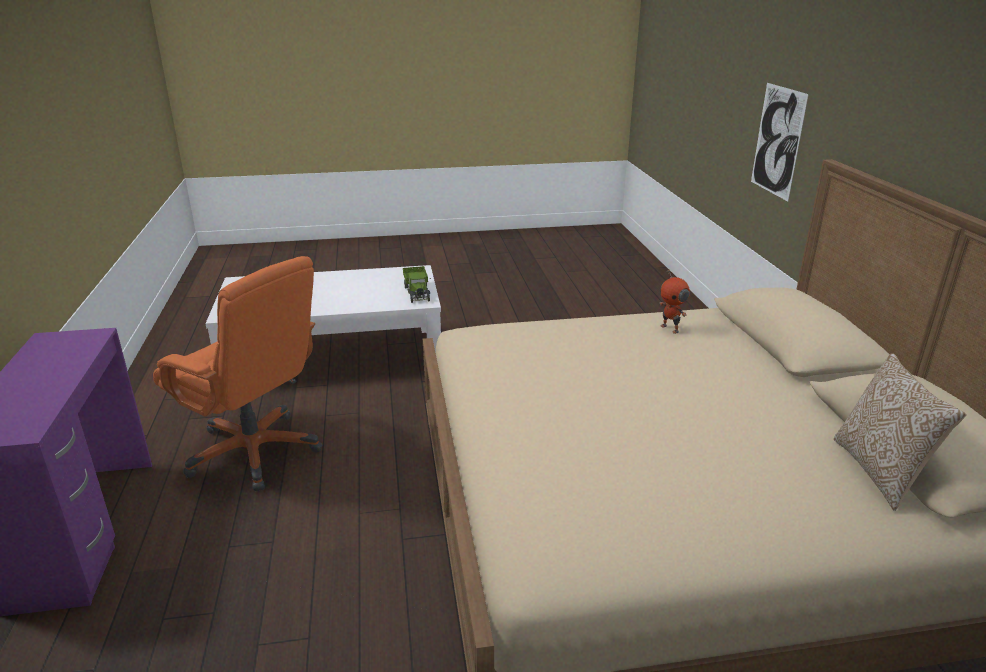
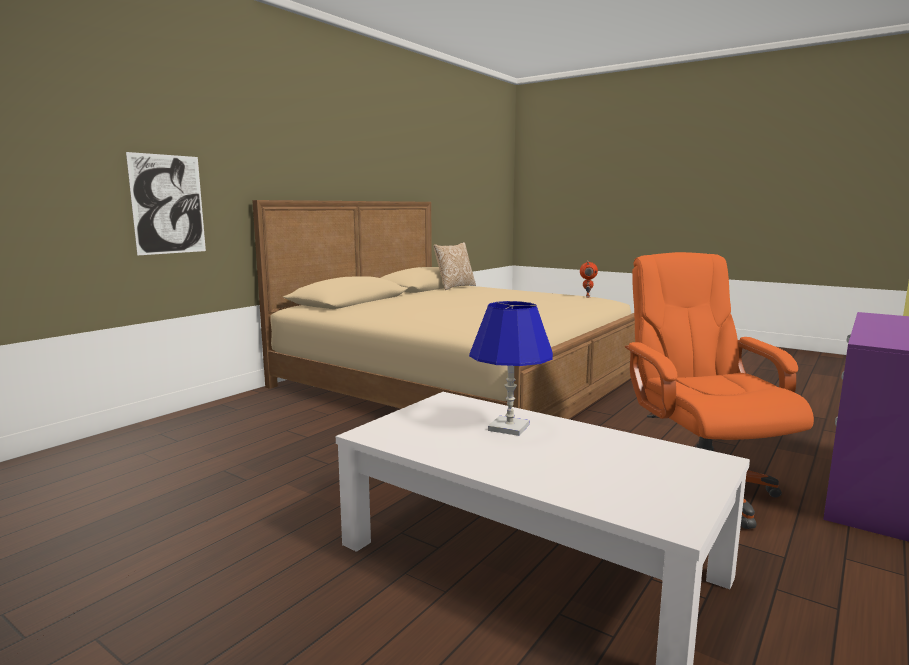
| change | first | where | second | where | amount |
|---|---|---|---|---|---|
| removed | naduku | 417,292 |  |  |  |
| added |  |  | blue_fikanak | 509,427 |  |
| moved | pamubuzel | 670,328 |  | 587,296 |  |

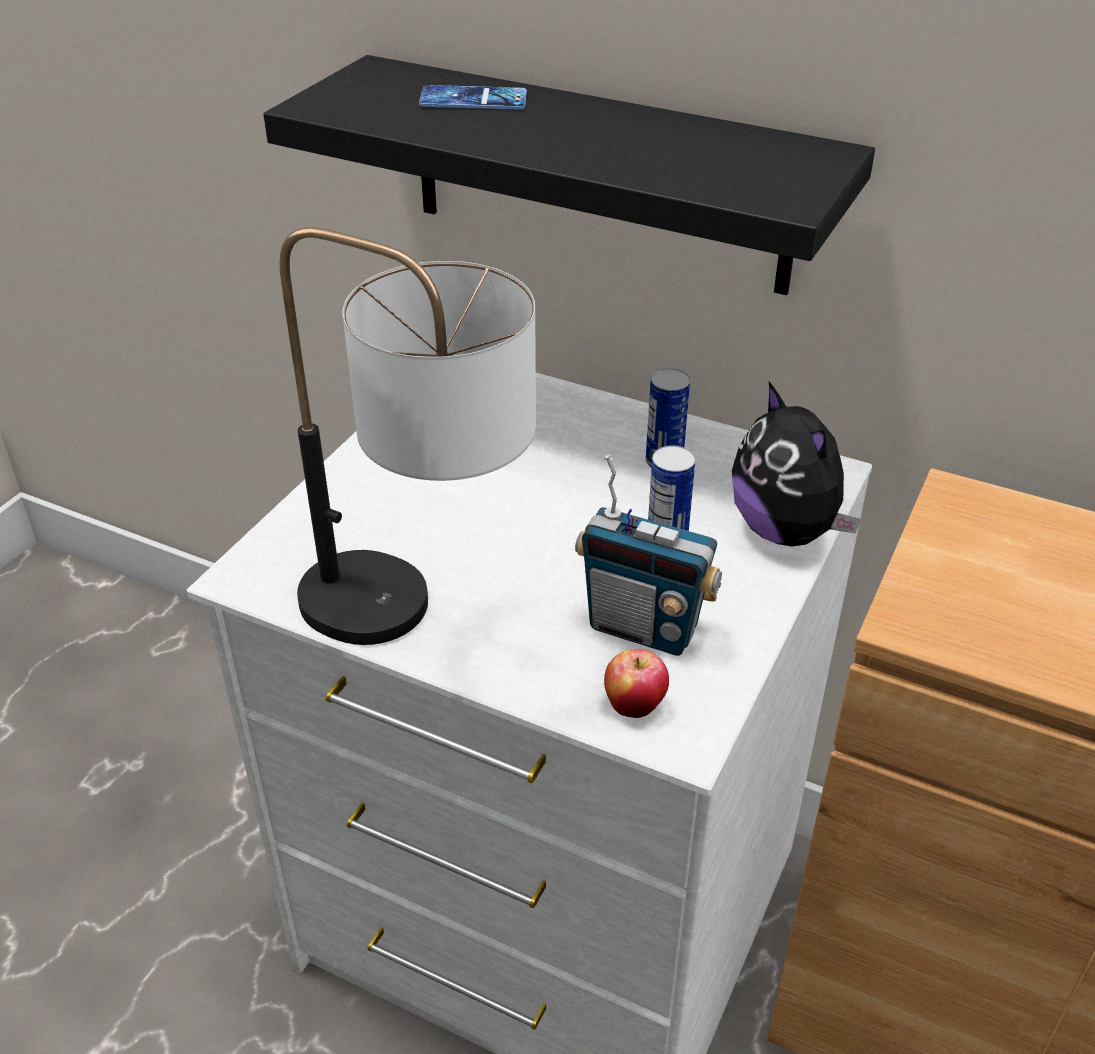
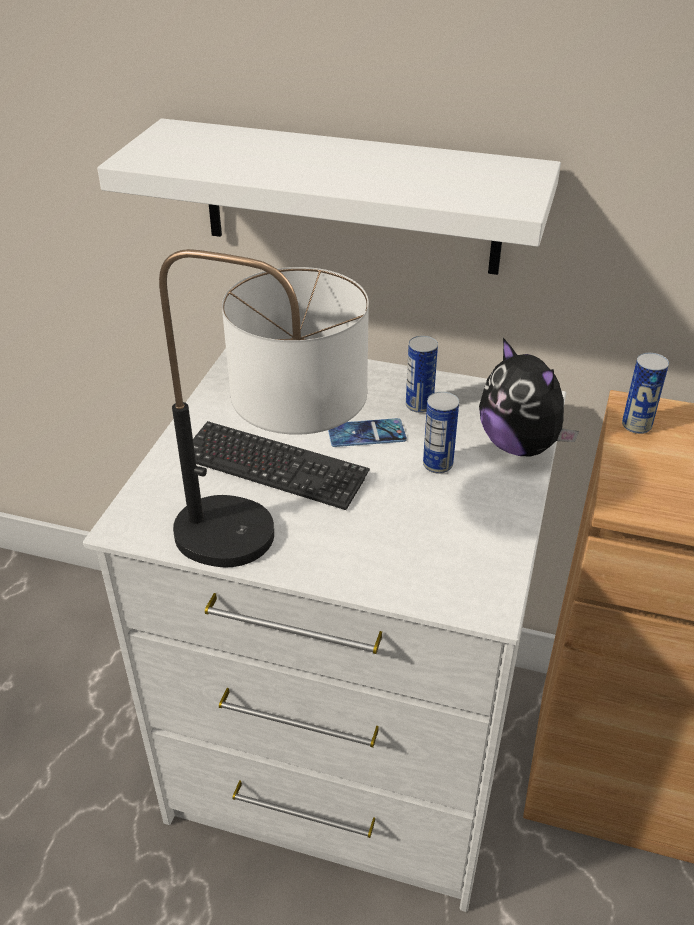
| change | first | where | second | where | amount |
|---|---|---|---|---|---|
| removed | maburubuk | 643,628 |  |  |  |
| removed | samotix | 634,705 |  |  |  |
| added |  |  | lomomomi | 273,468 |  |
| added |  |  | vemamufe | 636,425 |  |
| moved | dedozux | 473,99 |  | 366,433 |  |
| recoloured | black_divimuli | 599,176 | white_divimuli | 350,198 |  |

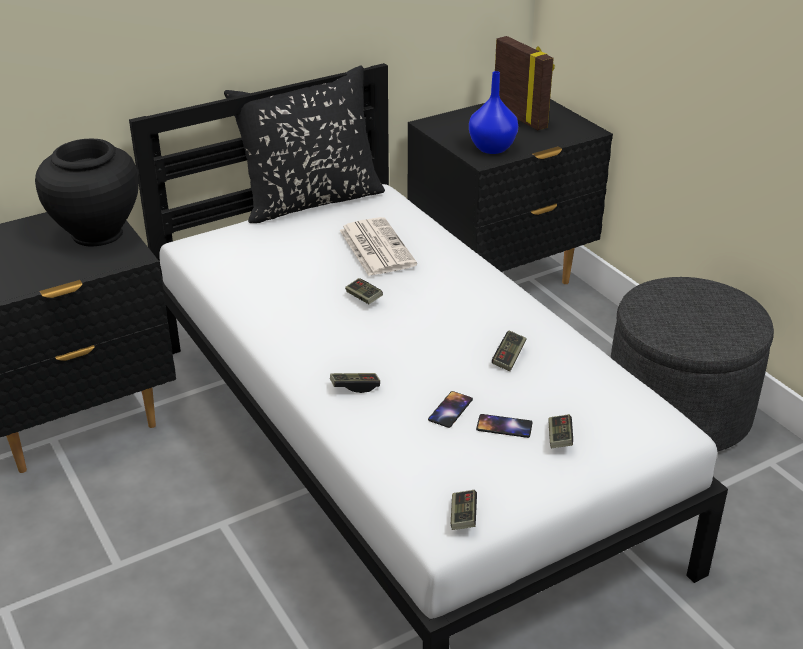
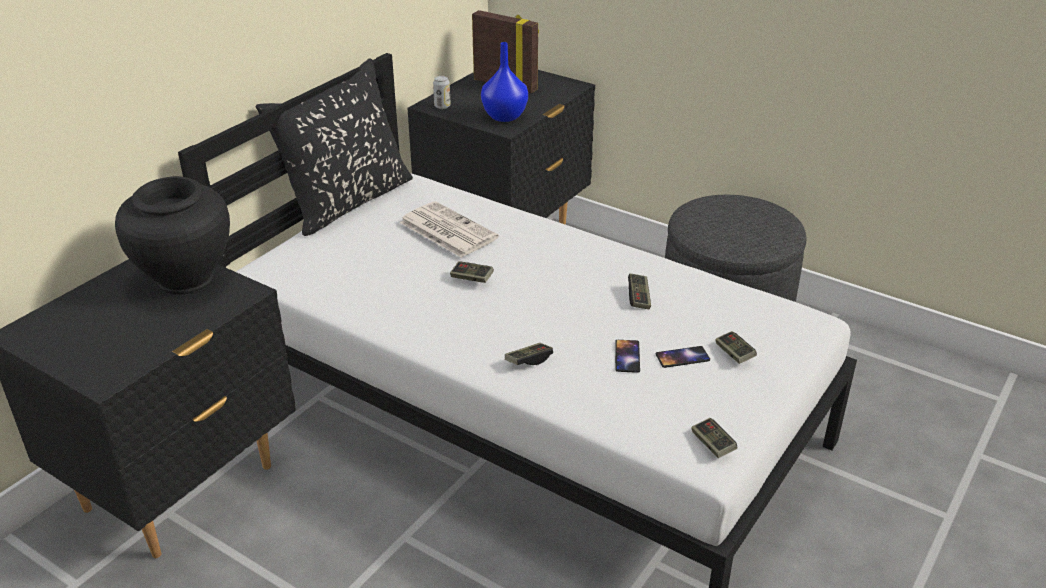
| change | first | where | second | where | amount |
|---|---|---|---|---|---|
| added |  |  | vemamufe | 442,106 |  |

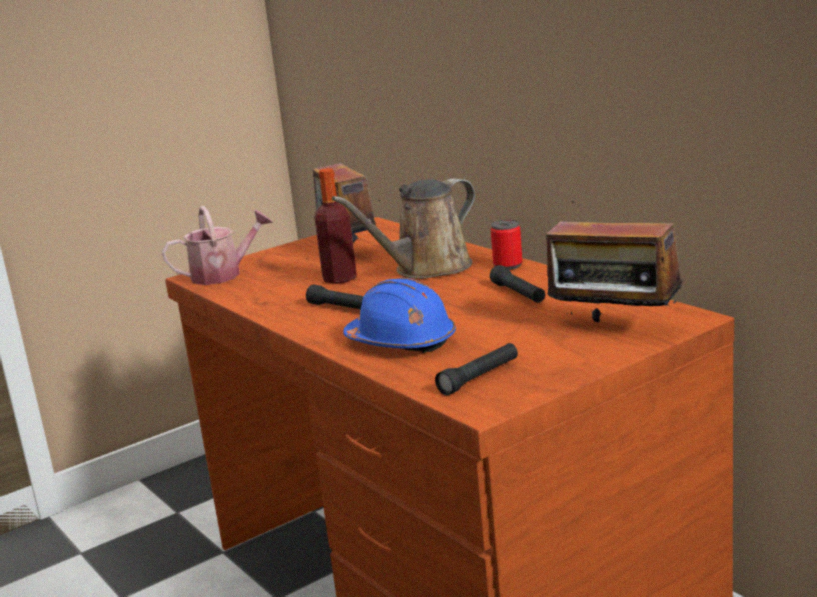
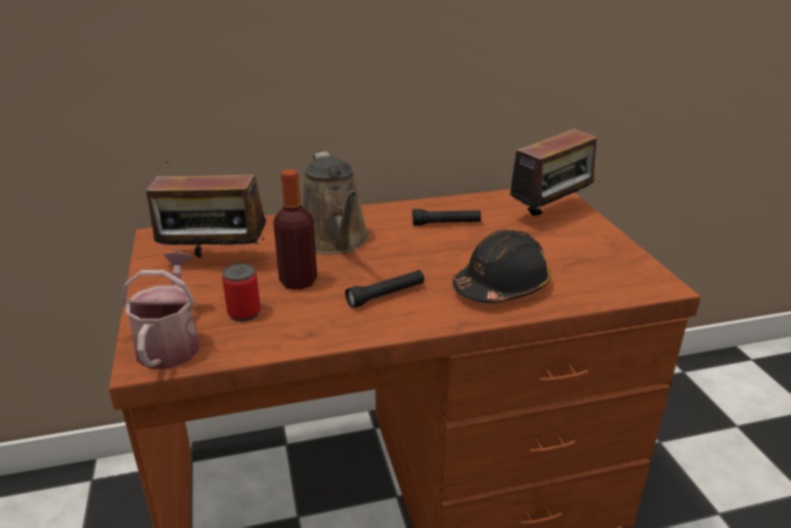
| change | first | where | second | where | amount |
|---|---|---|---|---|---|
| removed | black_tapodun | 479,378 |  |  |  |
| moved | vemamufe | 508,265 |  | 244,313 |  |
| recoloured | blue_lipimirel | 401,342 | black_lipimirel | 502,287 |  |

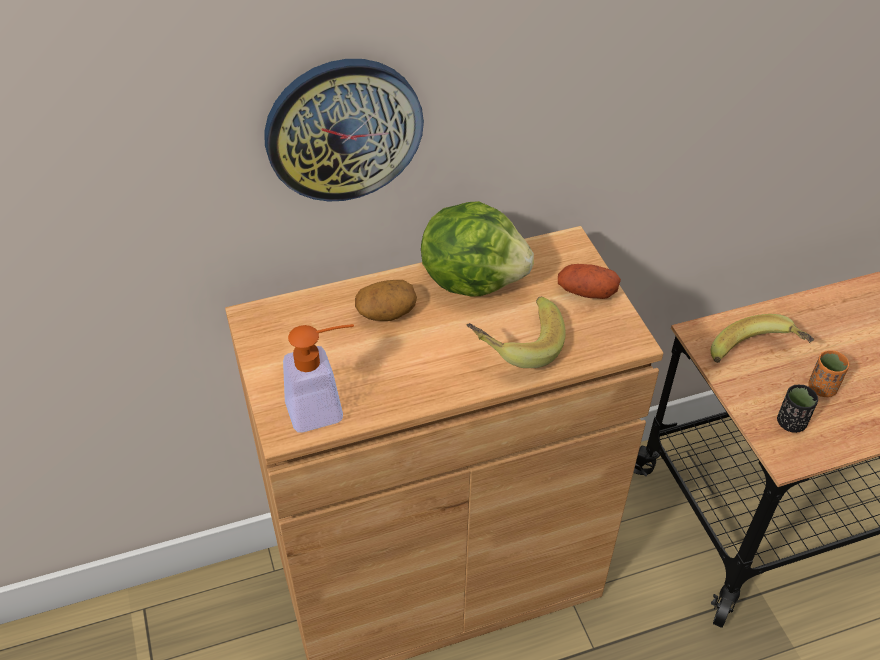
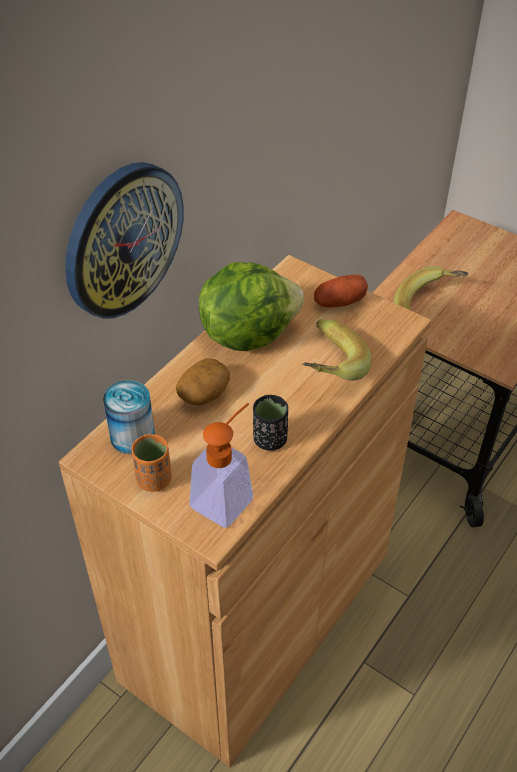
| change | first | where | second | where | amount |
|---|---|---|---|---|---|
| added |  |  | vemamufe | 132,436 |  |
| moved | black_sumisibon | 791,422 |  | 270,439 |  |
| moved | orange_sumisibon | 822,388 |  | 154,480 |  |

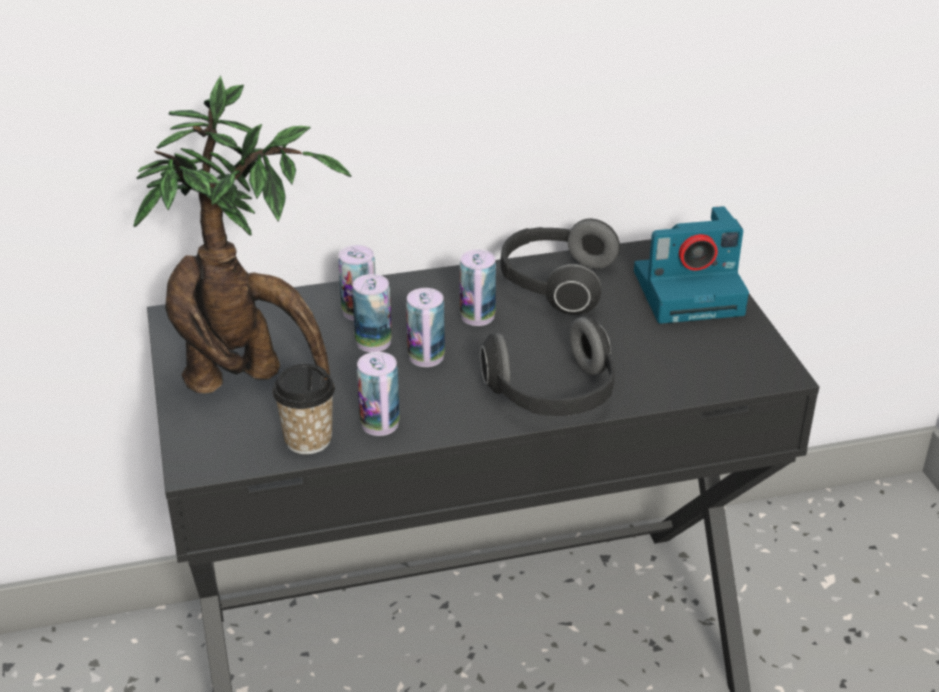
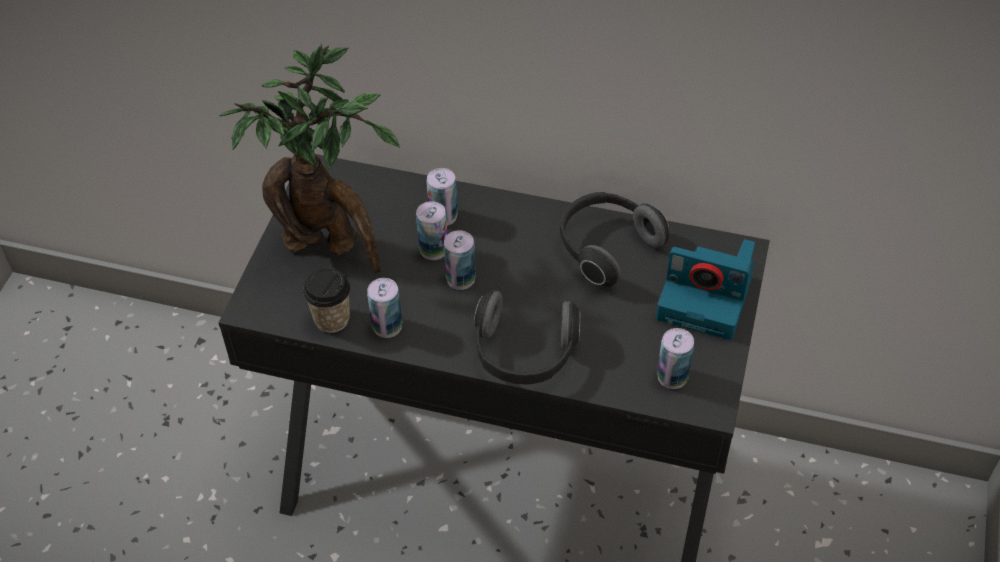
| change | first | where | second | where | amount |
|---|---|---|---|---|---|
| moved | vemamufe | 477,316 |  | 672,377 |  |

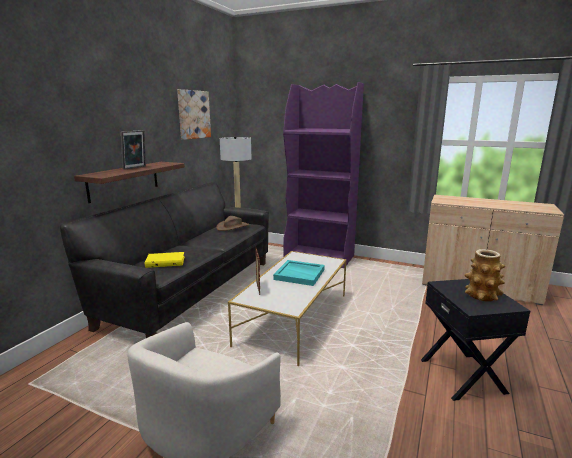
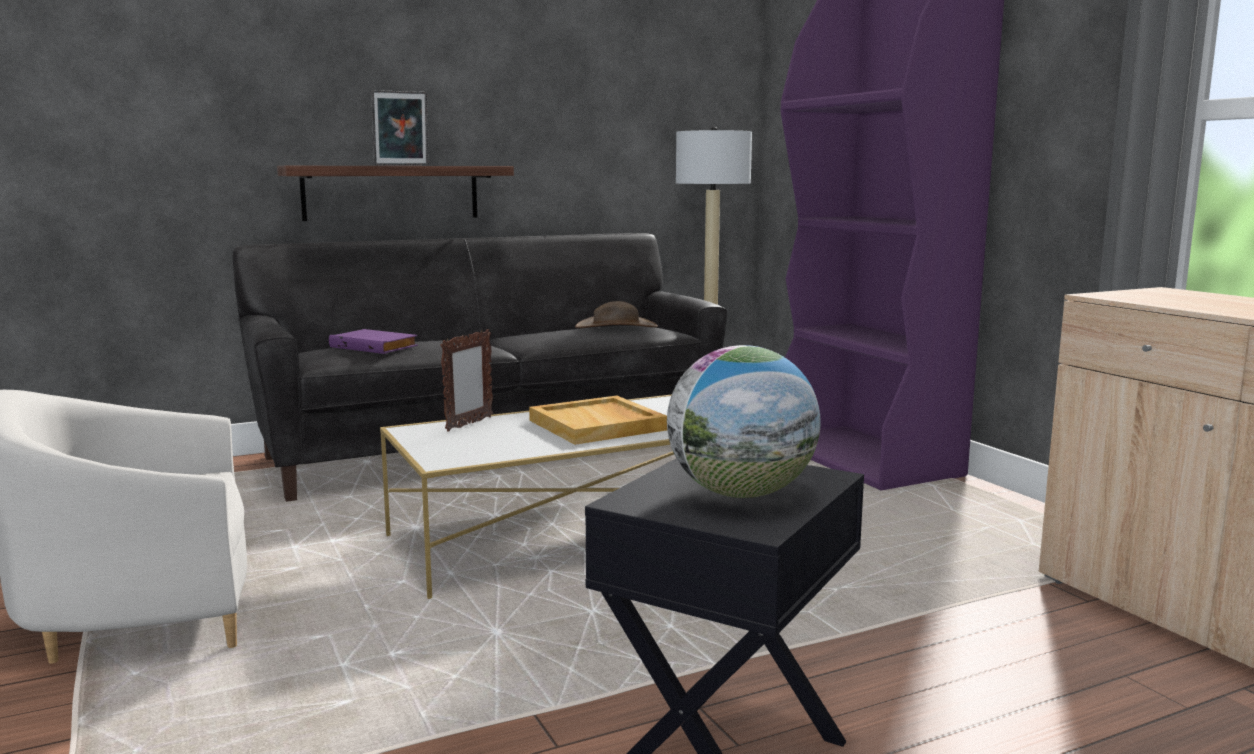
| change | first | where | second | where | amount |
|---|---|---|---|---|---|
| removed | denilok | 193,114 |  |  |  |
| replaced | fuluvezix | 481,295 | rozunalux | 741,494 |  |
| recoloured | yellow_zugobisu | 166,261 | purple_zugobisu | 375,346 |  |
| recoloured | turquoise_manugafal | 300,274 | beige_manugafal | 598,425 |  |

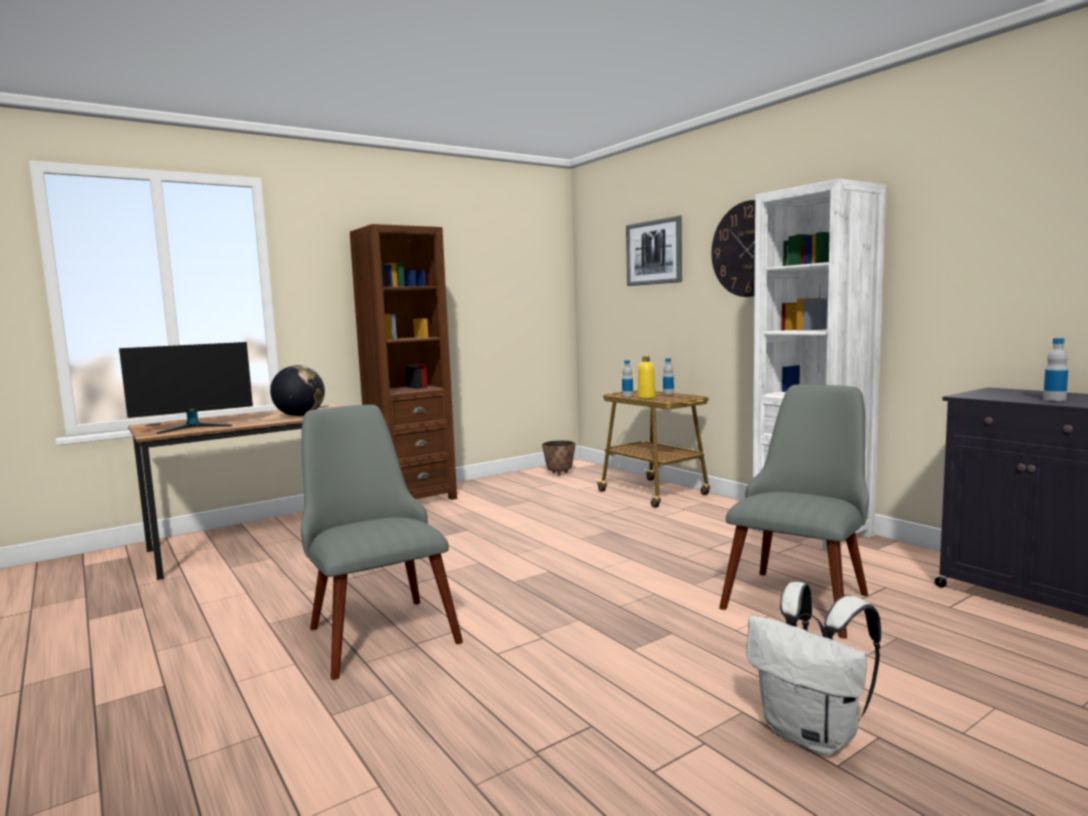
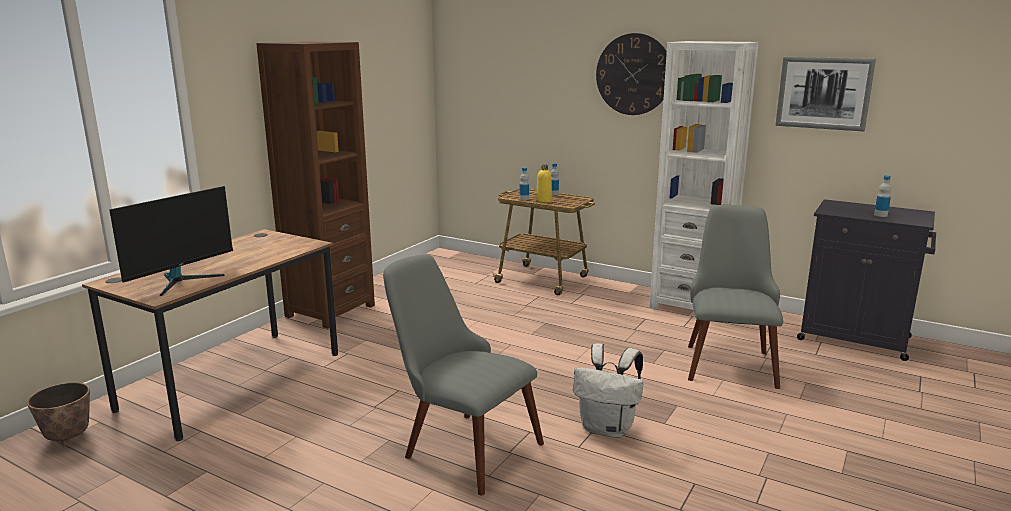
| change | first | where | second | where | amount |
|---|---|---|---|---|---|
| removed | rozunalux | 300,416 |  |  |  |
| moved | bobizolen | 559,473 |  | 67,438 |  |
| moved | denilok | 654,252 |  | 823,93 |  |
| moved | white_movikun | 813,735 |  | 608,429 |  |

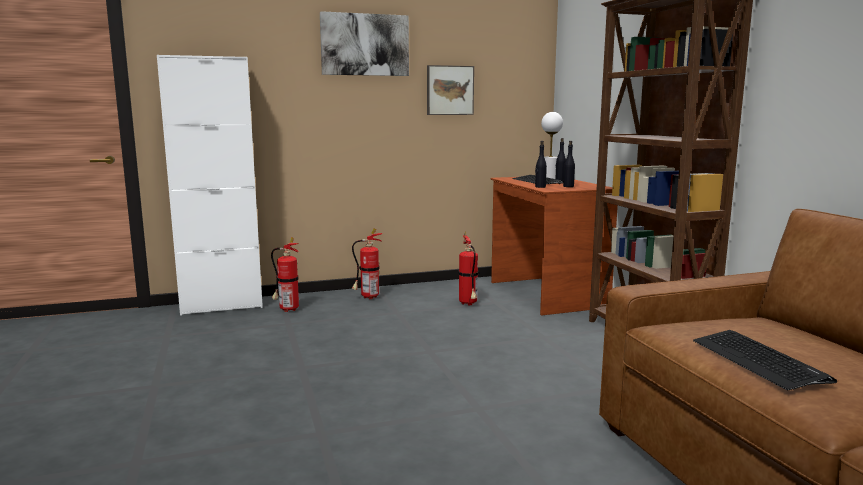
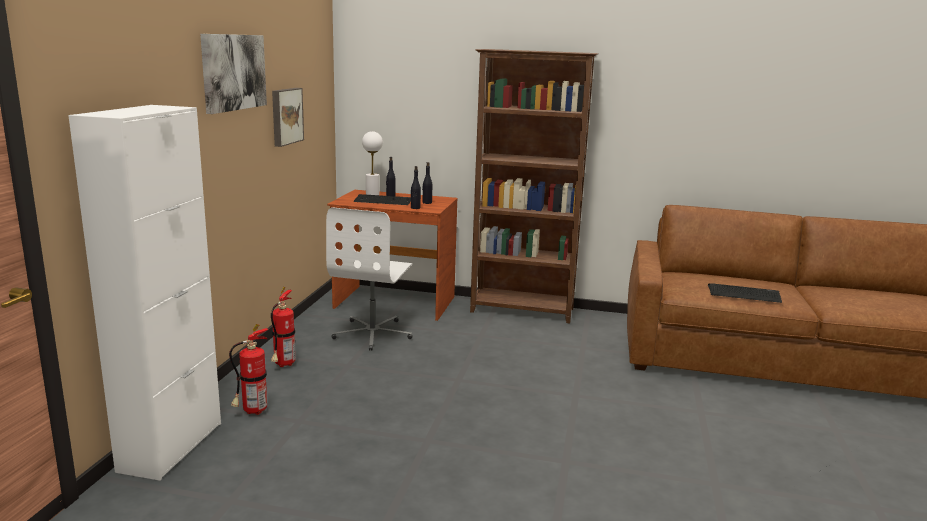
| change | first | where | second | where | amount |
|---|---|---|---|---|---|
| replaced | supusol | 468,304 | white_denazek | 373,334 |  |

